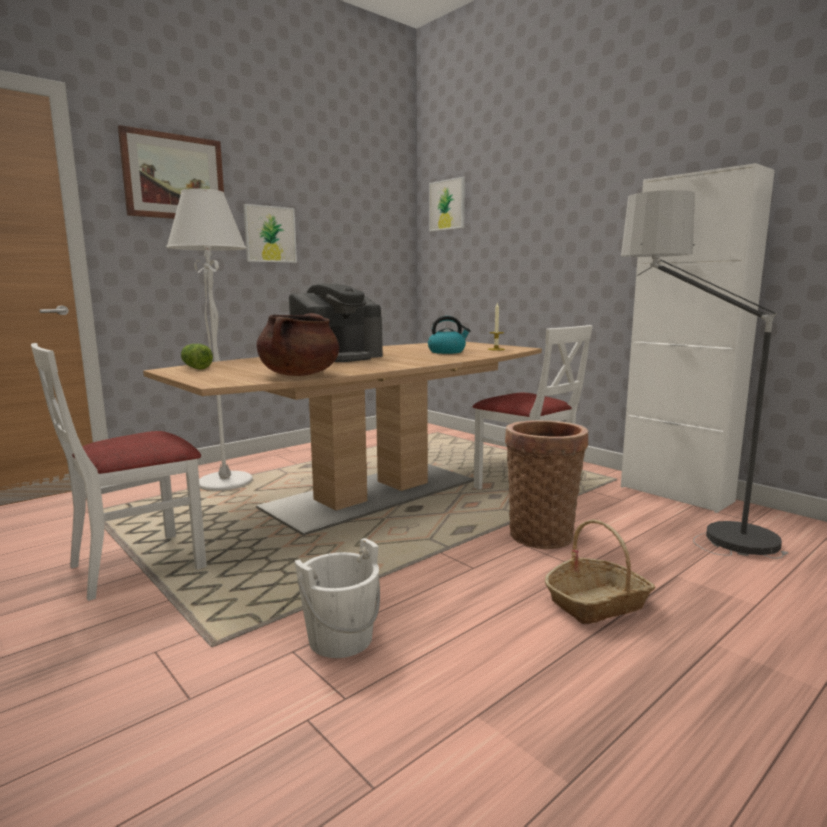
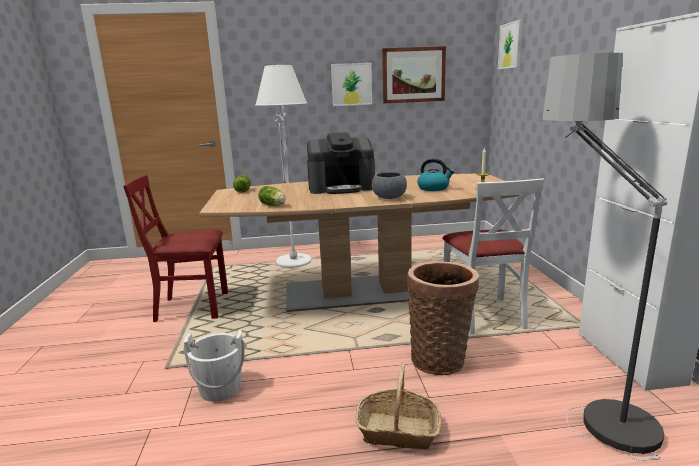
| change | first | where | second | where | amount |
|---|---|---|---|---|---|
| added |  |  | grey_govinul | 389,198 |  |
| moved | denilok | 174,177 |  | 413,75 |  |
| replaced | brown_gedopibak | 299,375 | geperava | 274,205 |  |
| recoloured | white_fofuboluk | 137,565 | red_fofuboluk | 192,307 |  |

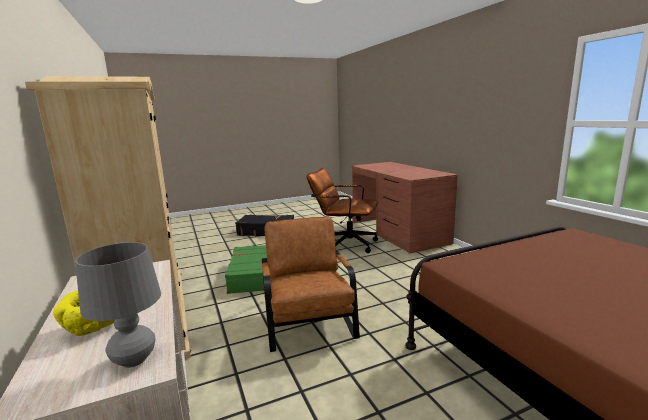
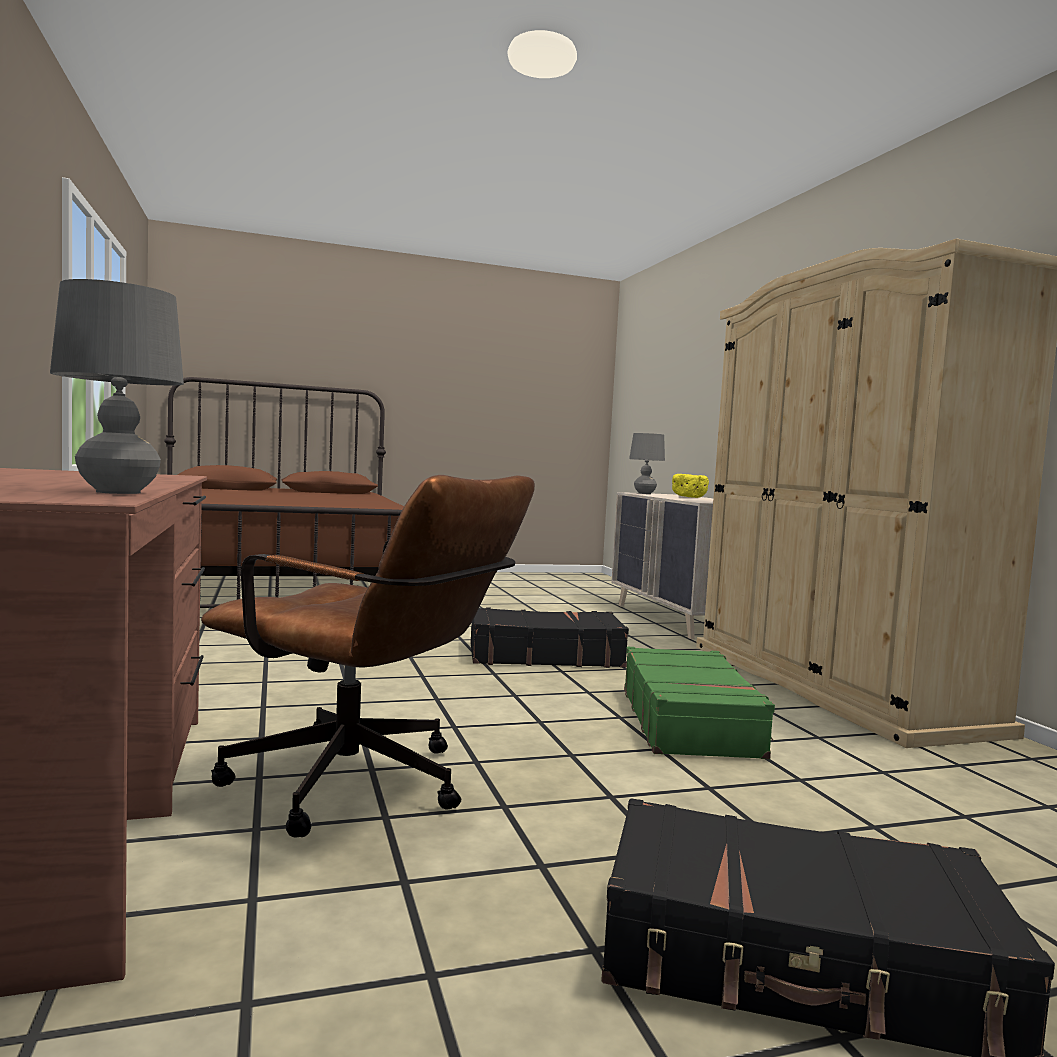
| change | first | where | second | where | amount |
|---|---|---|---|---|---|
| added |  |  | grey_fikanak | 118,492 |  |
| replaced | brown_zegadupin | 308,319 | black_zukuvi | 544,655 |  |

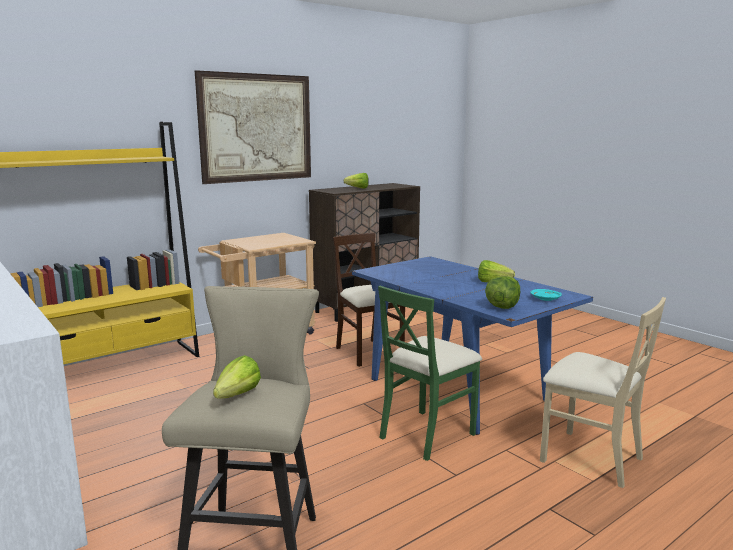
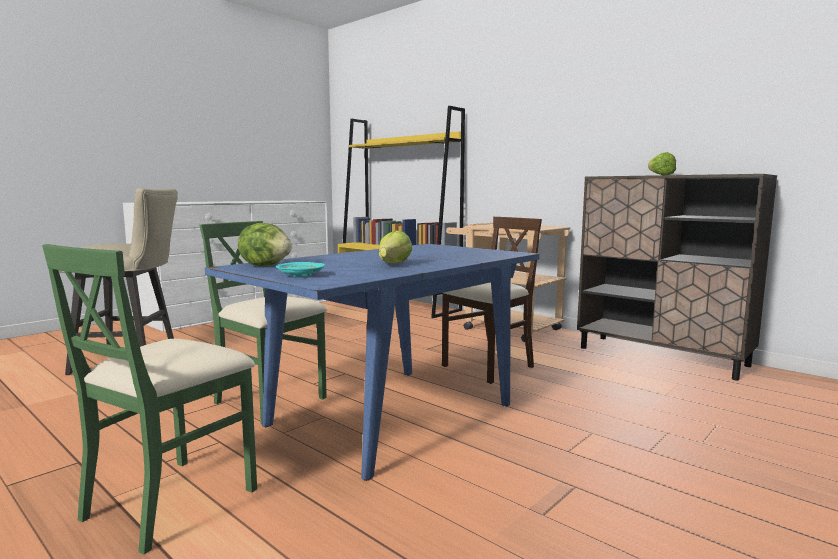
| change | first | where | second | where | amount |
|---|---|---|---|---|---|
| removed | denilok | 256,128 |  |  |  |
| removed | geperava | 233,398 |  |  |  |
| recoloured | beige_fofuboluk | 590,458 | green_fofuboluk | 171,500 |  |

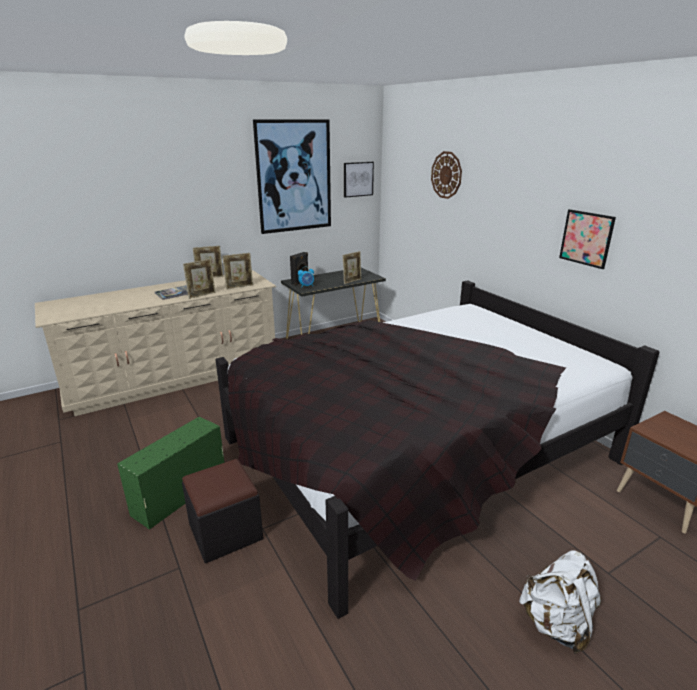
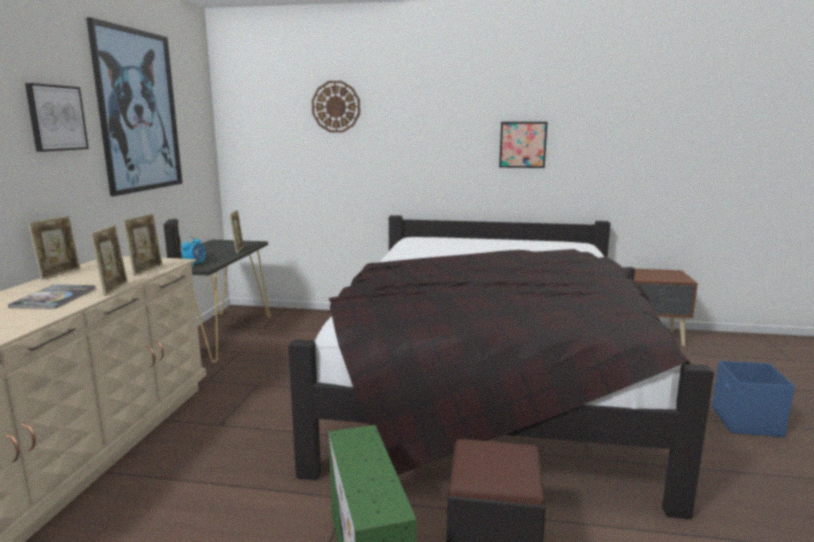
| change | first | where | second | where | amount |
|---|---|---|---|---|---|
| moved | denilok | 358,179 |  | 56,118 |  |
| replaced | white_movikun | 556,624 | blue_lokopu | 746,422 |  |

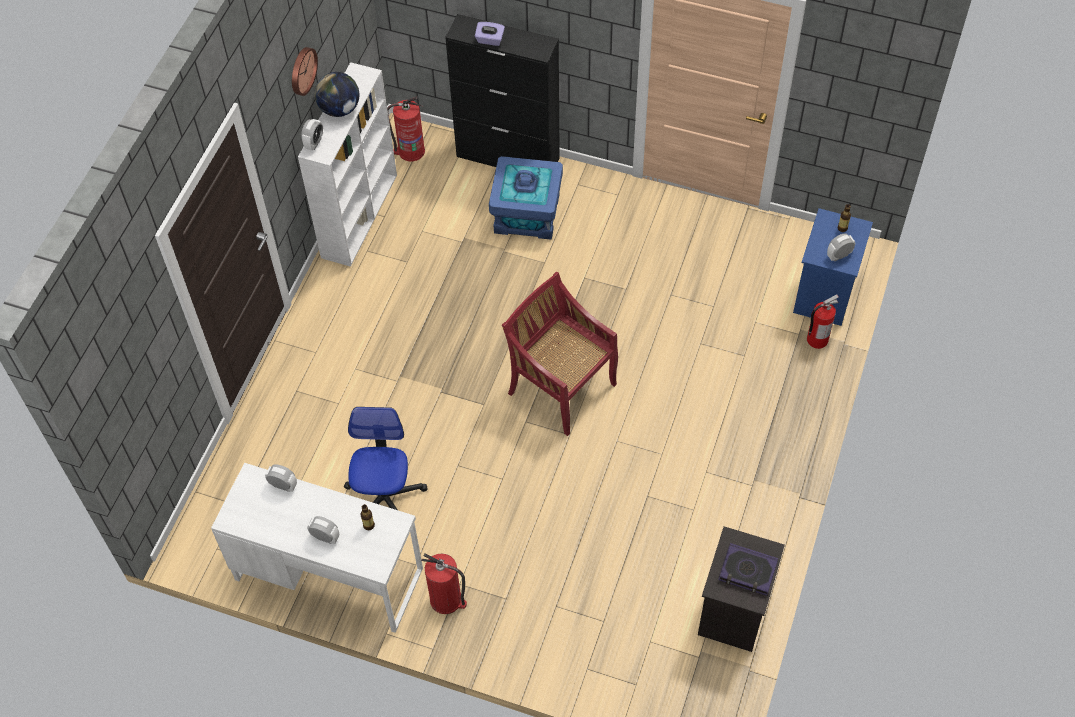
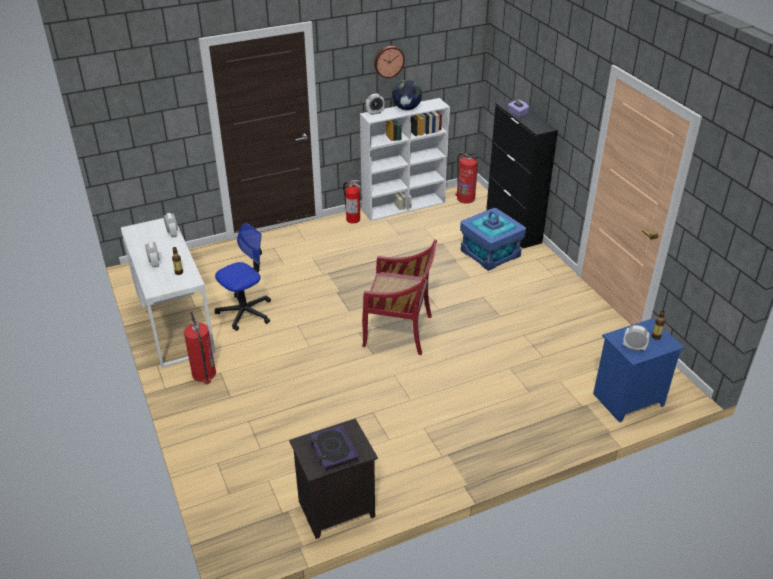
| change | first | where | second | where | amount |
|---|---|---|---|---|---|
| moved | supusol | 816,339 |  | 353,219 |  |
| turned | red_fofuboluk | 561,387 |  | 399,331 | 105 degrees clockwise |

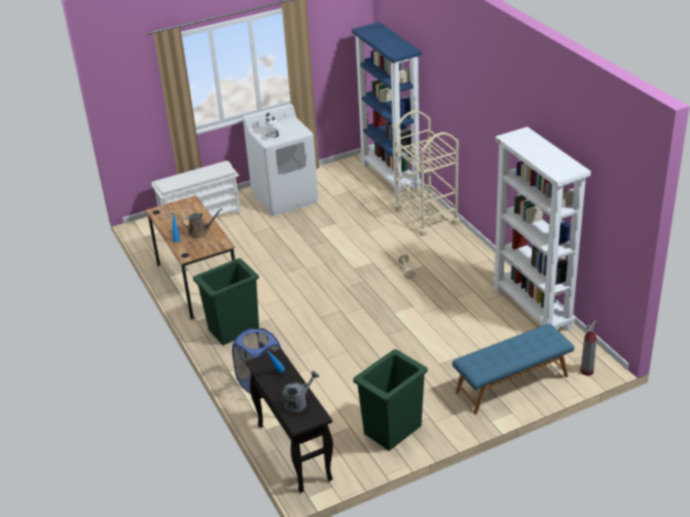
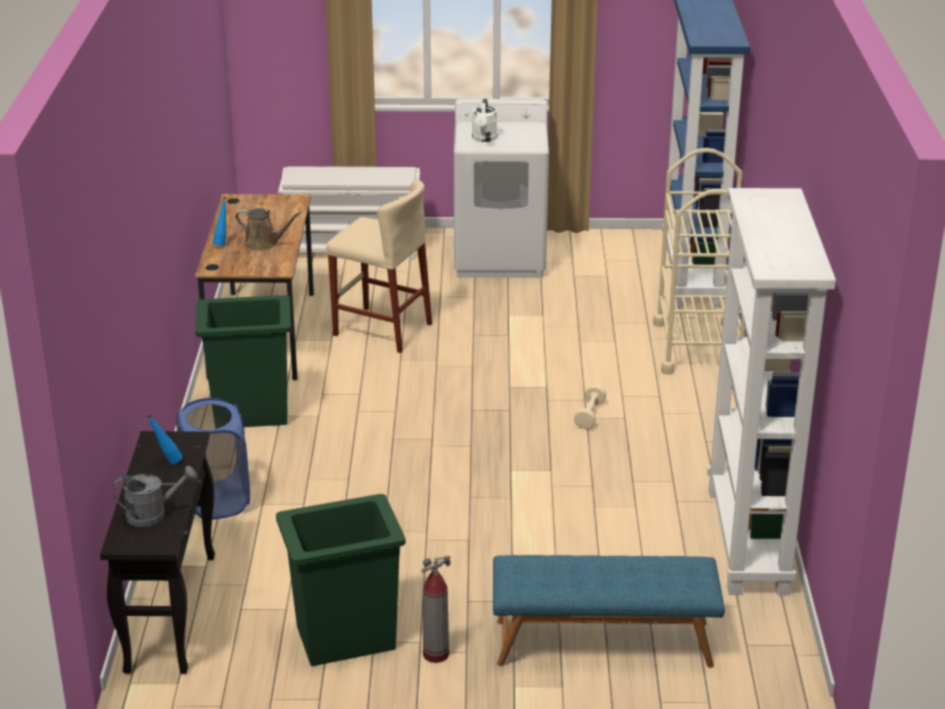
| change | first | where | second | where | amount |
|---|---|---|---|---|---|
| added |  |  | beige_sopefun | 382,329 |  |
| moved | supusol | 586,371 |  | 435,654 |  |

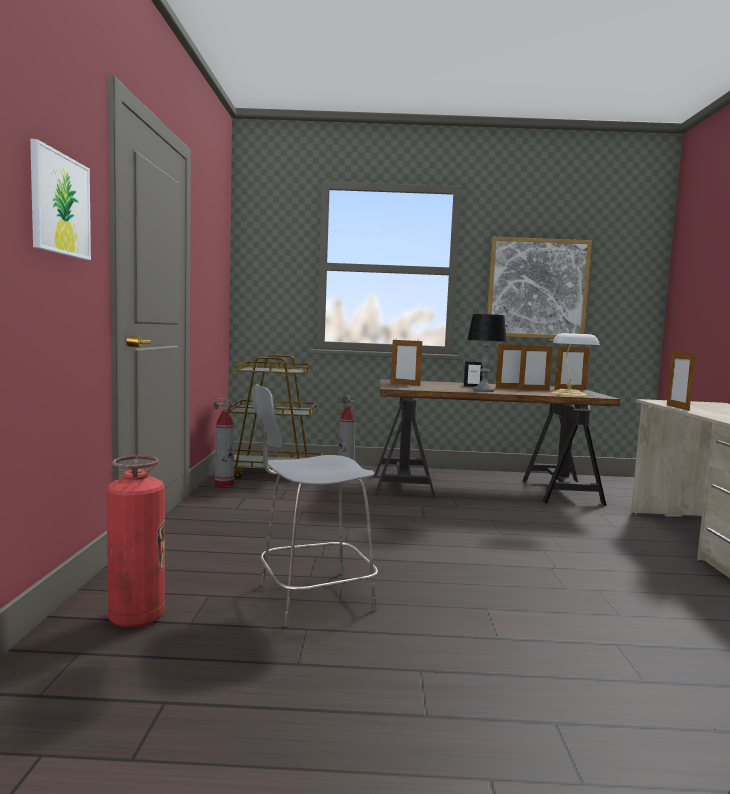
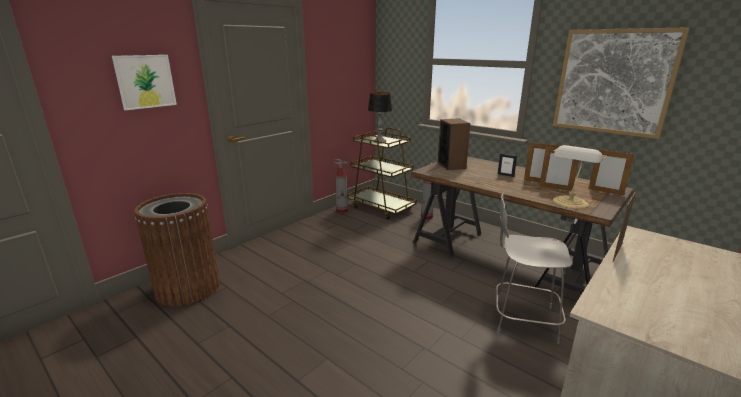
| change | first | where | second | where | amount |
|---|---|---|---|---|---|
| moved | grey_sopefun | 311,597 |  | 522,319 |  |
| moved | fikanak | 483,390 |  | 379,142 |  |
| replaced | supusol | 136,617 | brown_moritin | 188,288 |  |
| replaced | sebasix | 405,384 | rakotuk | 451,165 |  |

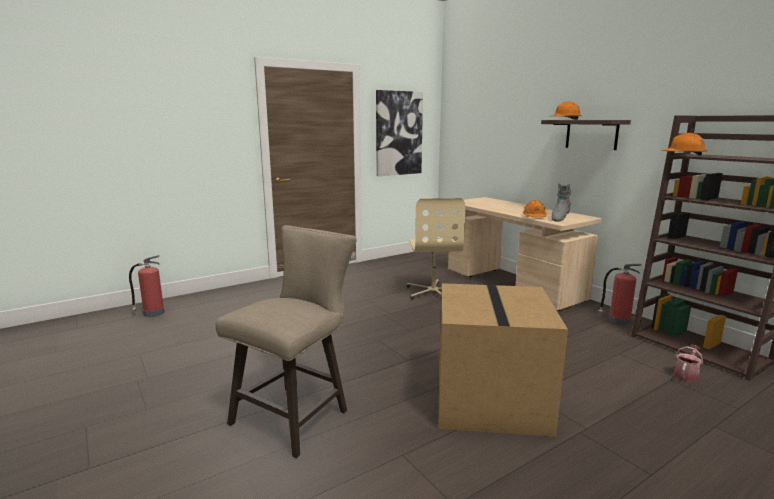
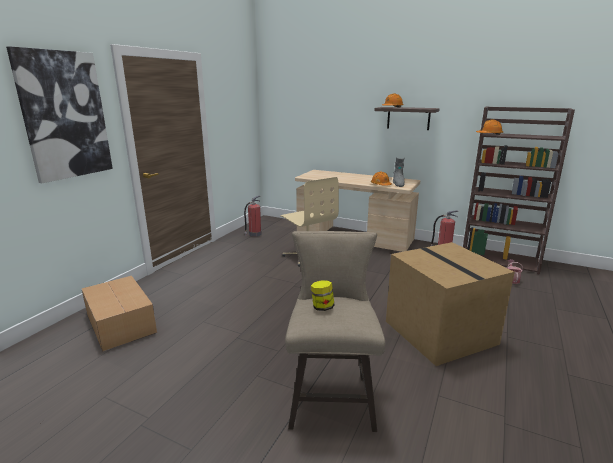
| change | first | where | second | where | amount |
|---|---|---|---|---|---|
| added |  |  | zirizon | 121,322 |  |
| added |  |  | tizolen | 322,307 |  |
| moved | supusol | 153,313 |  | 254,234 |  |
| moved | denilok | 398,133 |  | 64,115 |  |

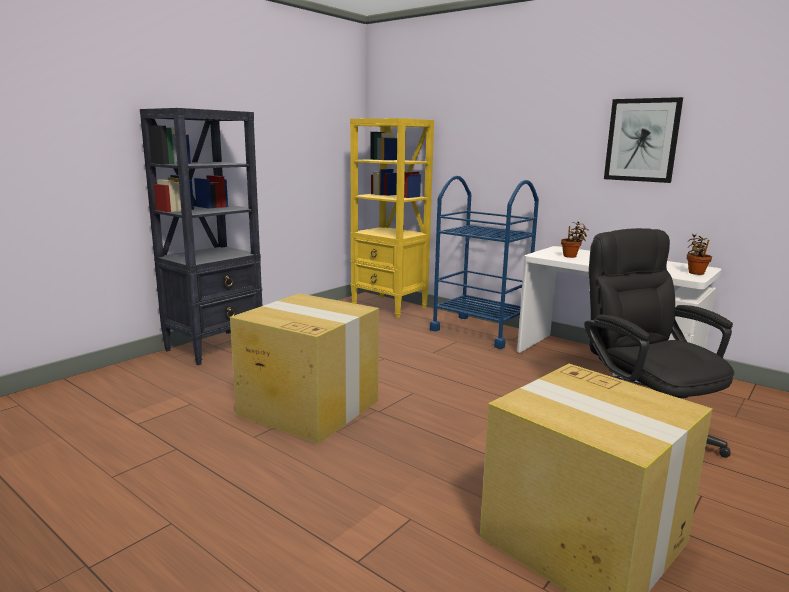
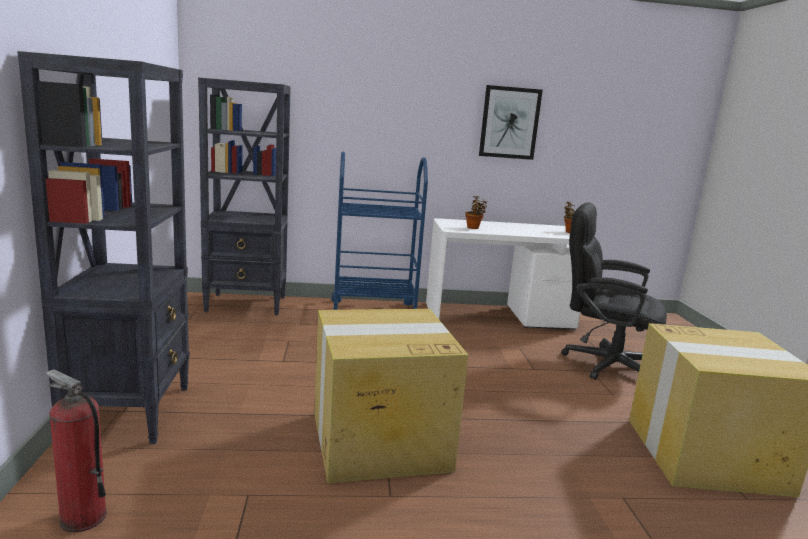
| change | first | where | second | where | amount |
|---|---|---|---|---|---|
| added |  |  | supusol | 82,517 |  |
| recoloured | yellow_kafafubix | 389,307 | black_kafafubix | 247,304 |  |

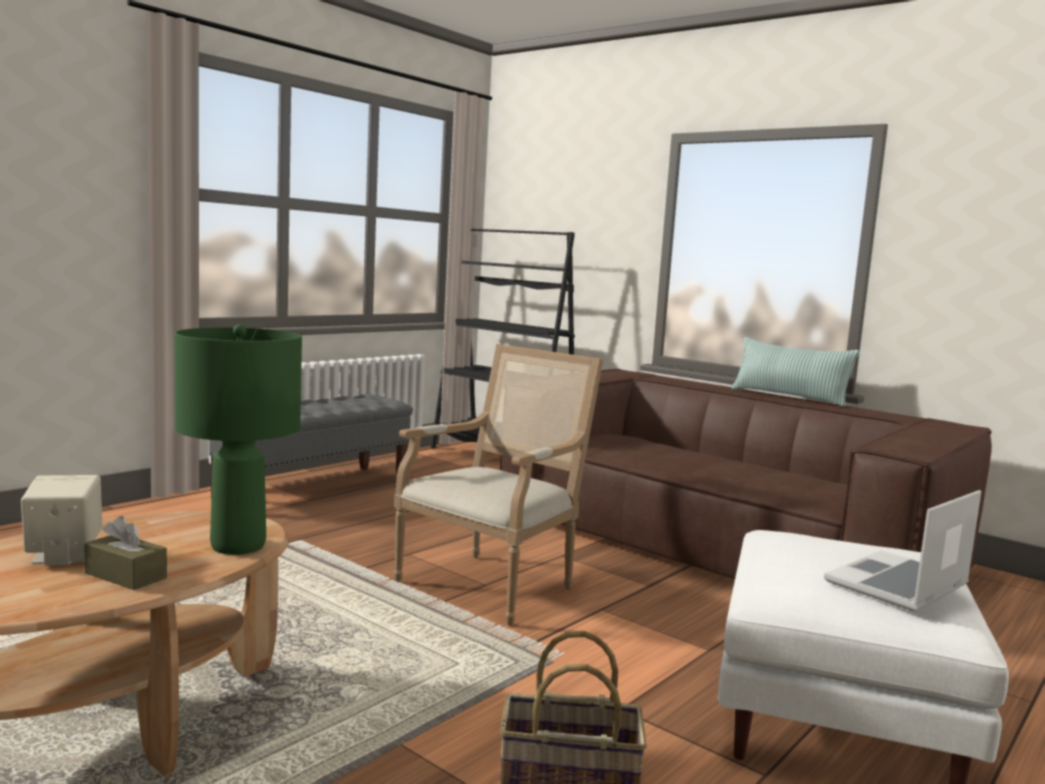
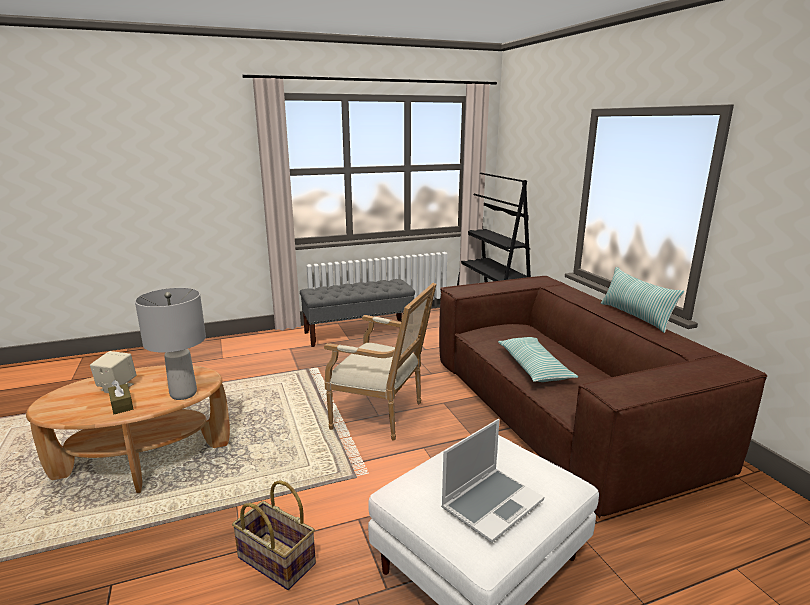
| change | first | where | second | where | amount |
|---|---|---|---|---|---|
| added |  |  | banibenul | 534,367 |  |
| recoloured | green_fikanak | 238,546 | grey_fikanak | 183,394 |  |
| turned | zegadupin | 493,584 |  | 382,415 | 45 degrees clockwise |
| turned | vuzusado | 898,585 |  | 492,503 | 150 degrees clockwise |

